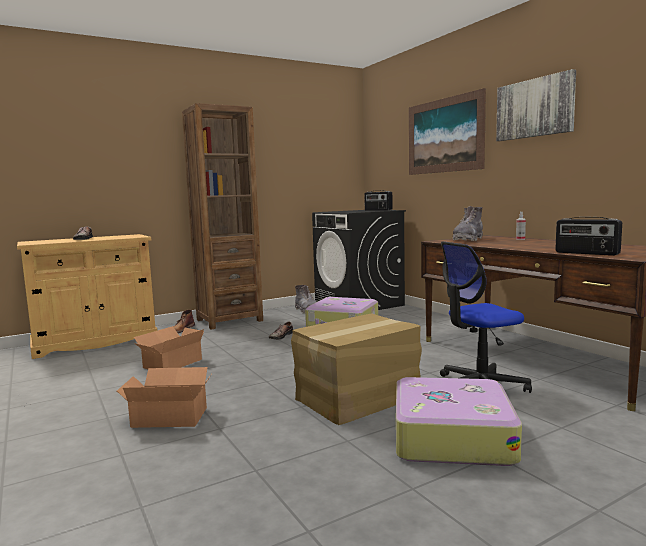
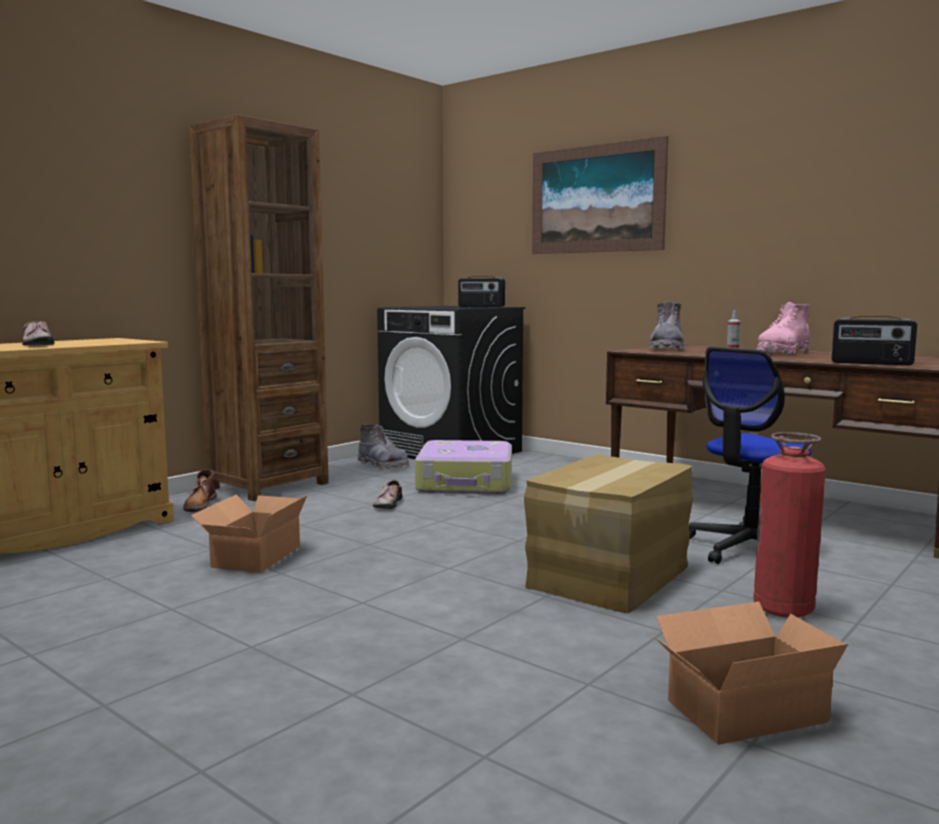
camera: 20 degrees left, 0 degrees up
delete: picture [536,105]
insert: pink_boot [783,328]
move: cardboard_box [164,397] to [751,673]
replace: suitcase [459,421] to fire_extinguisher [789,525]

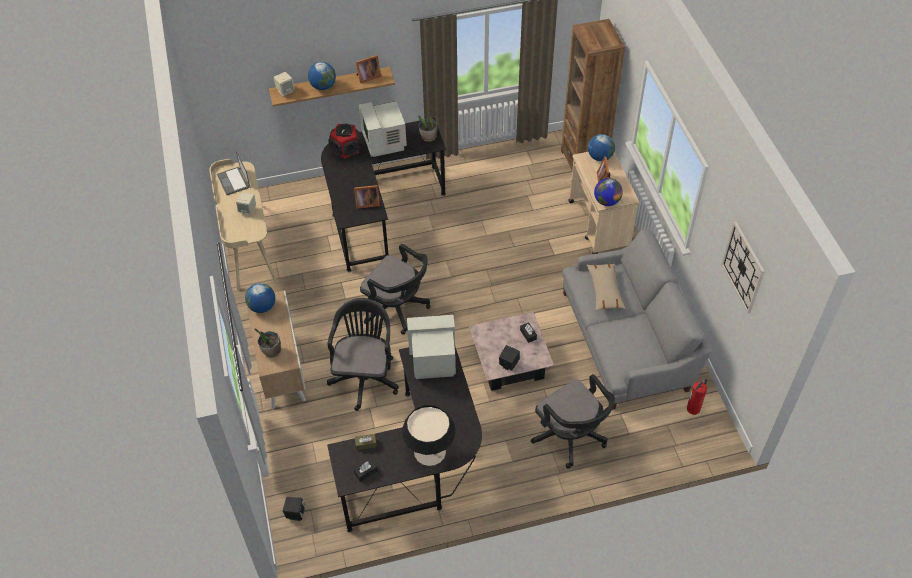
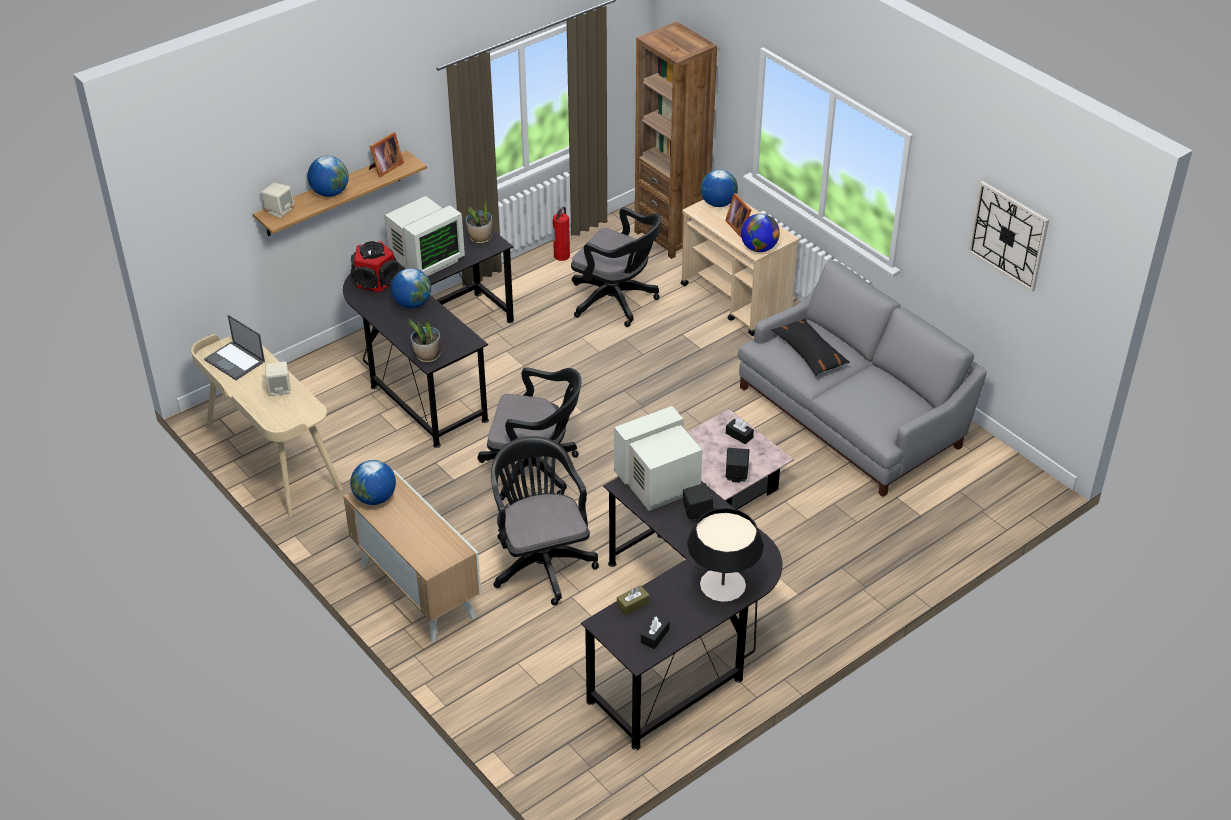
camera: 25 degrees left, 10 degrees down
delete: picture_frame [367,197]
insert: globe [411,288]
move: potted_plant [268,343] to [425,341]; fire_extinguisher [697,397] to [561,234]; black_office_chair [573,421] to [616,267]; black_speaker [294,509] to [698,502]
recolor: beige_pillow [606,287] to black_pillow [810,347]
rotate: monitor [383,129] = [424,236] 90 degrees counterclockwise

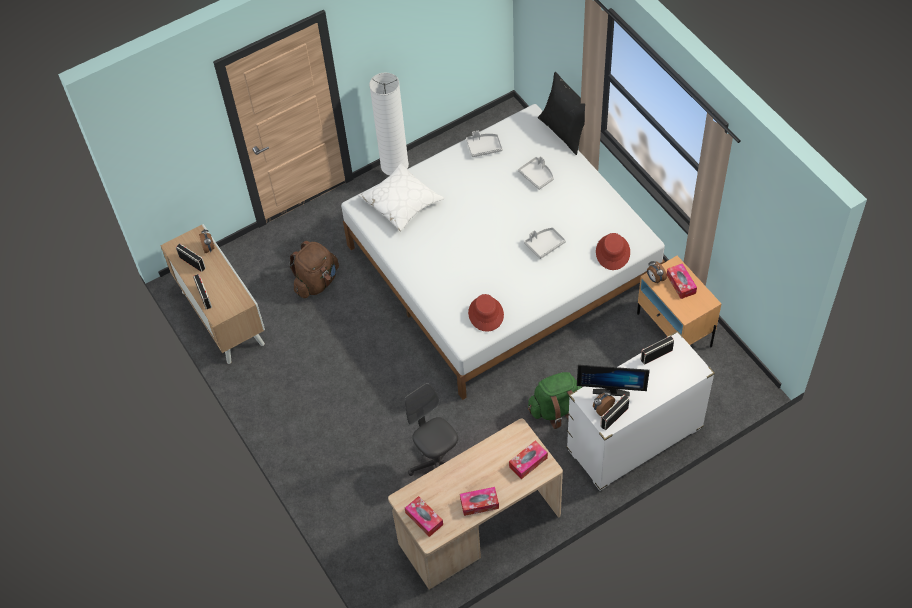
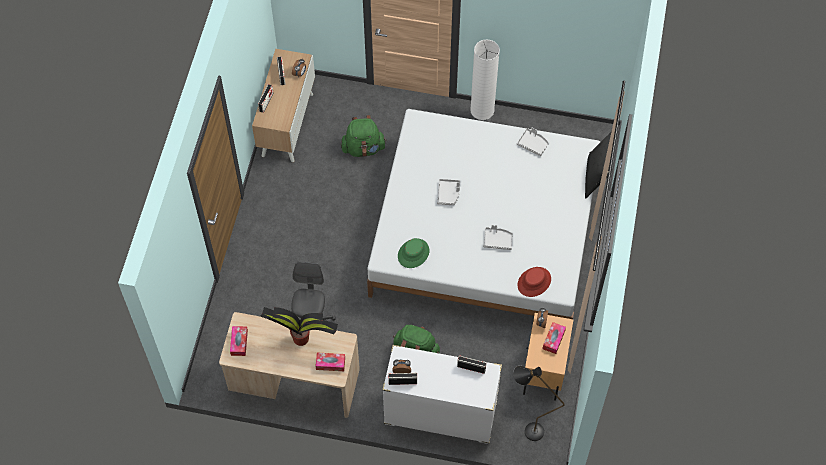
camera: 40 degrees right, 5 degrees up
delete: white_pillow [400,197]; tissue_box [479,501]; monitor [613,380]
insert: potted_plant [299,326]; black_floor_lamp [539,403]
move: grey_tray [536,173] to [448,192]
recolor: brown_backpack [314,269] to green_backpack [364,136]; red_hat [486,313] to green_hat [413,253]

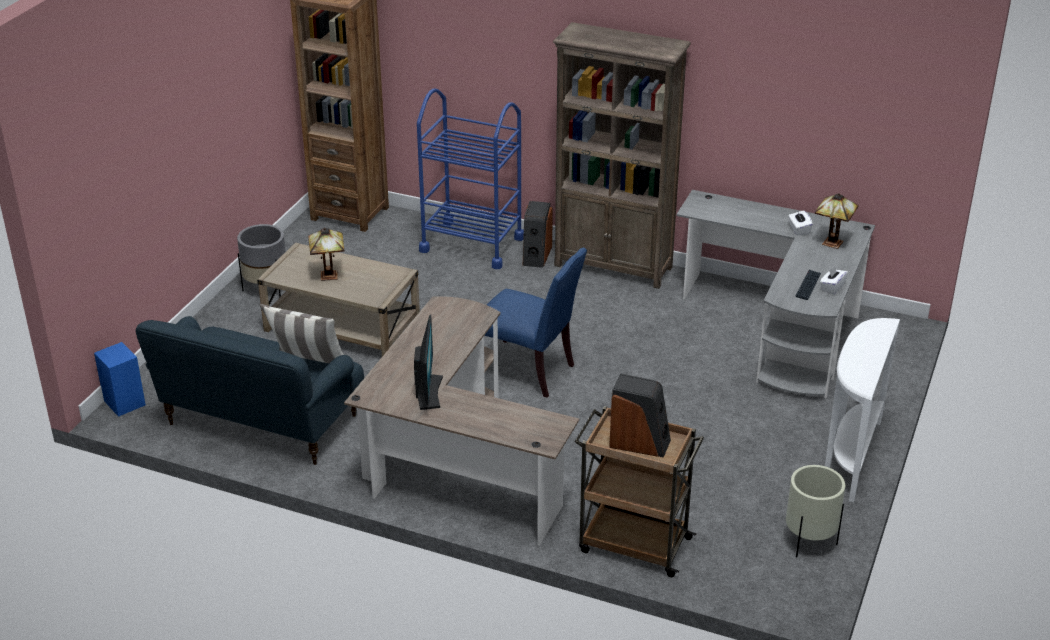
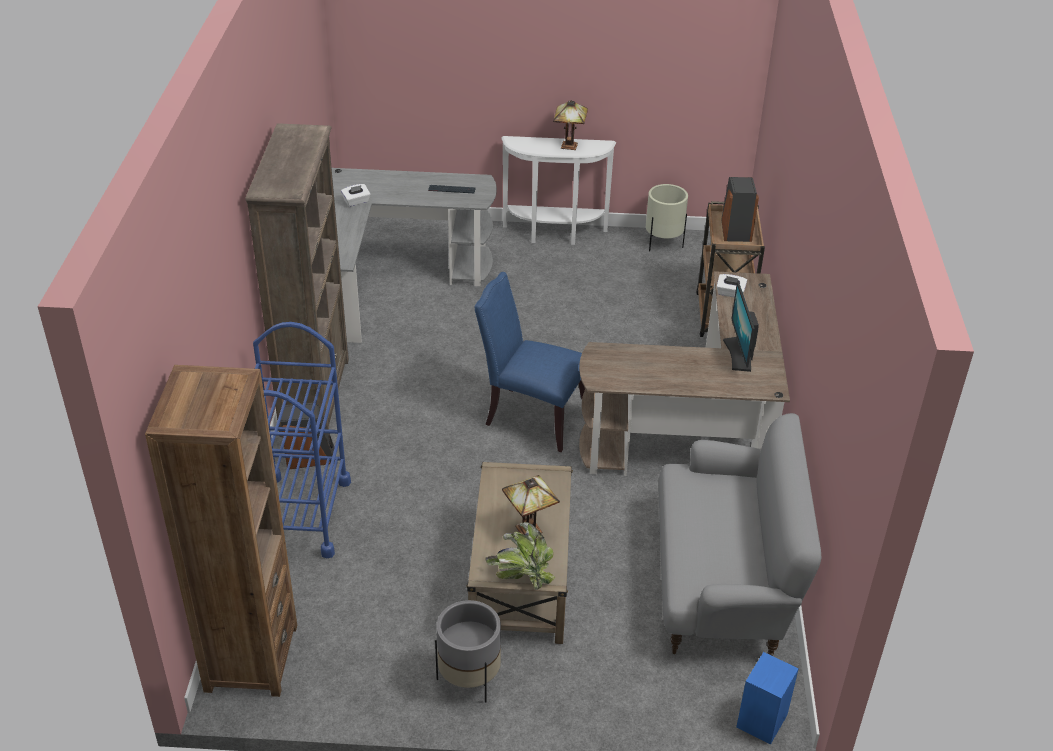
camera: 110 degrees left, 5 degrees up
delete: pillow [302,333]
insert: potted_plant [520,556]
move: table_lamp [836,221] to [570,125]; white_tissue_box [834,280] to [732,286]
recolor: blue_sofa [250,390] to grey_sofa [740,534]
rotate: blue_chair [535,322] = [530,362] 75 degrees counterclockwise; monitor [428,362] = [741,326] 75 degrees counterclockwise

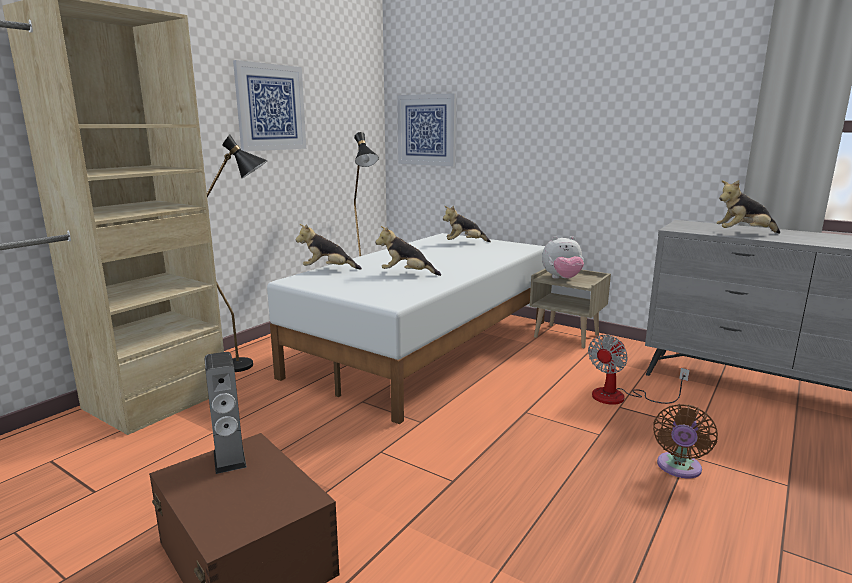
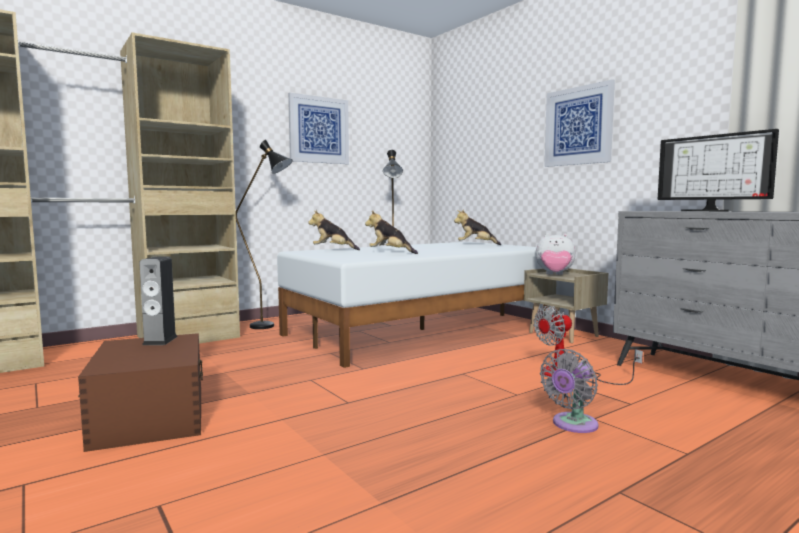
camera: 20 degrees right, 10 degrees down
move: picture [426,129] to [579,123]
replace: plush_toy [748,207] to monitor [718,170]
recolor: brown_fan [685,441] to grey_fan [569,391]

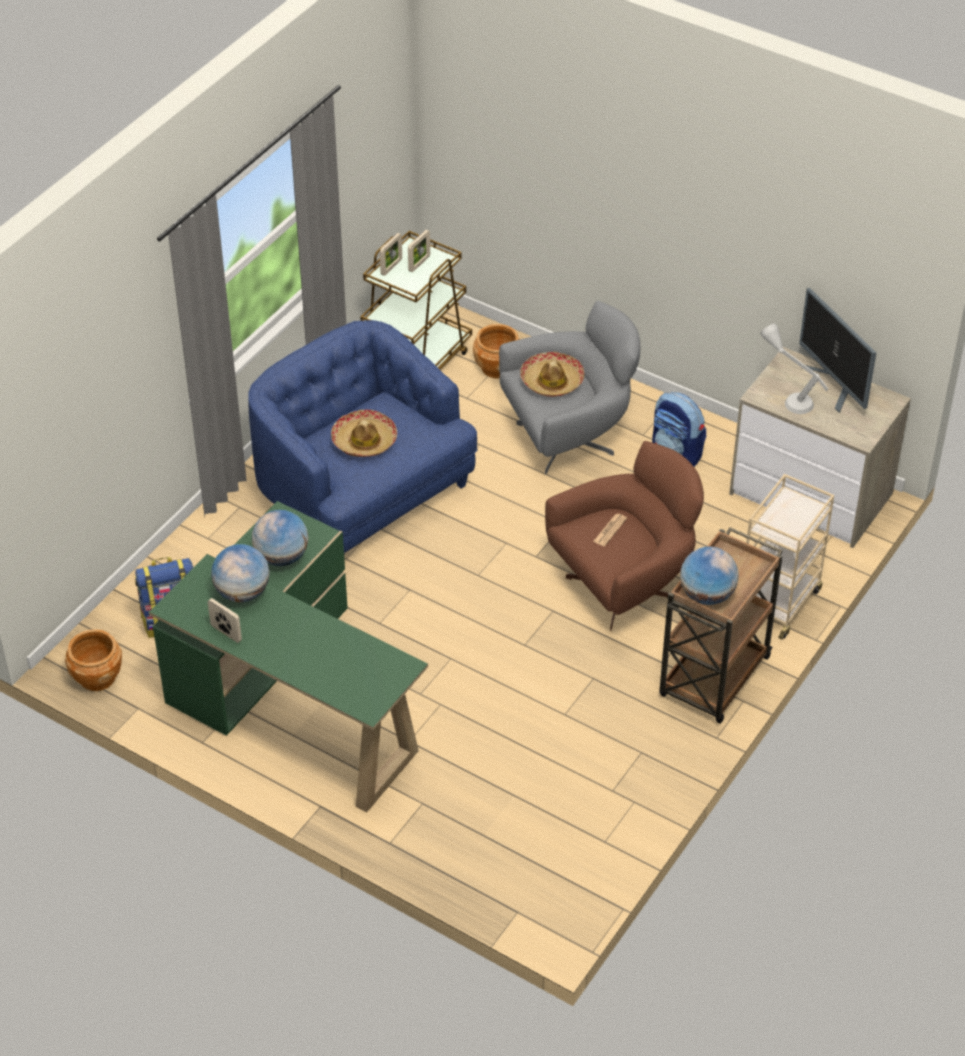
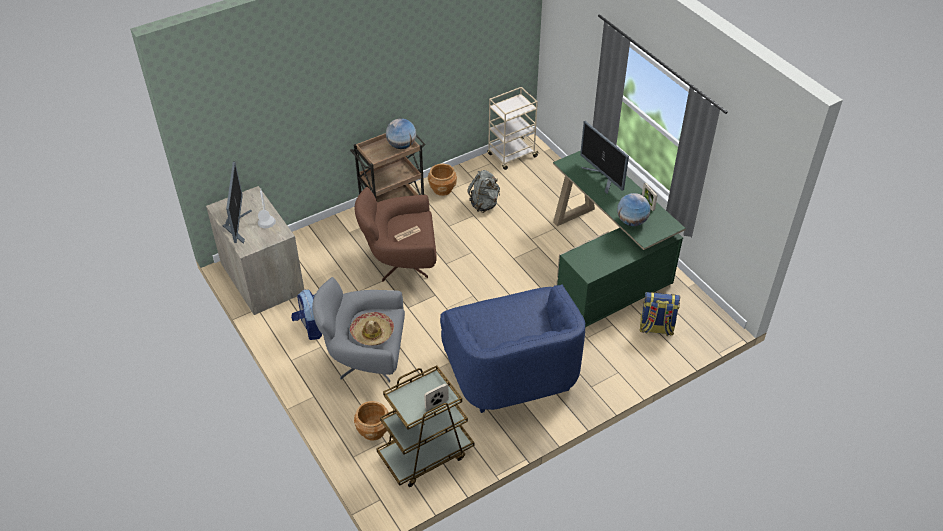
camera: 155 degrees left, 0 degrees up
delete: globe [280,538]; hat [364,433]; picture_frame [419,251]
insert: grey_backpack [483,191]; monitor [604,157]
move: brown_planter [93,660] to [442,180]; beige_cart [790,556] to [513,128]

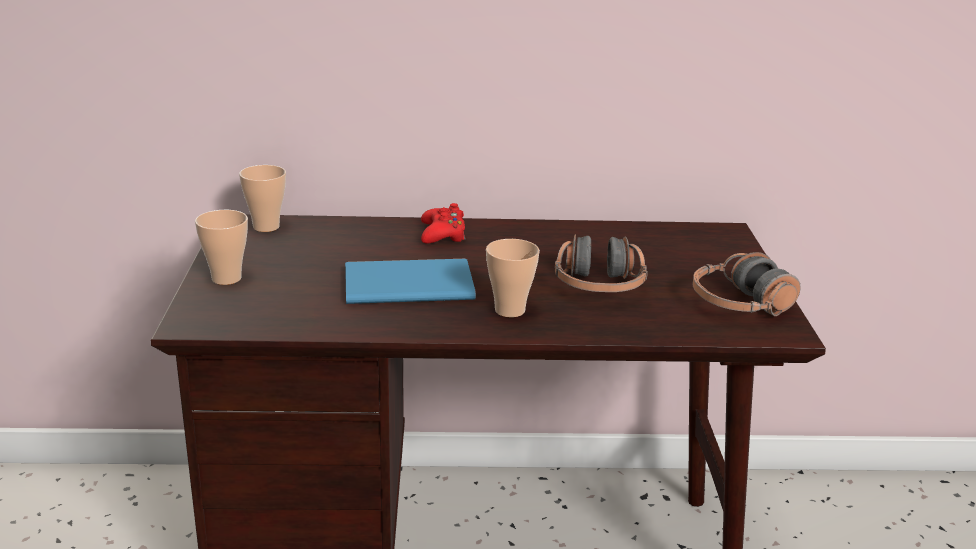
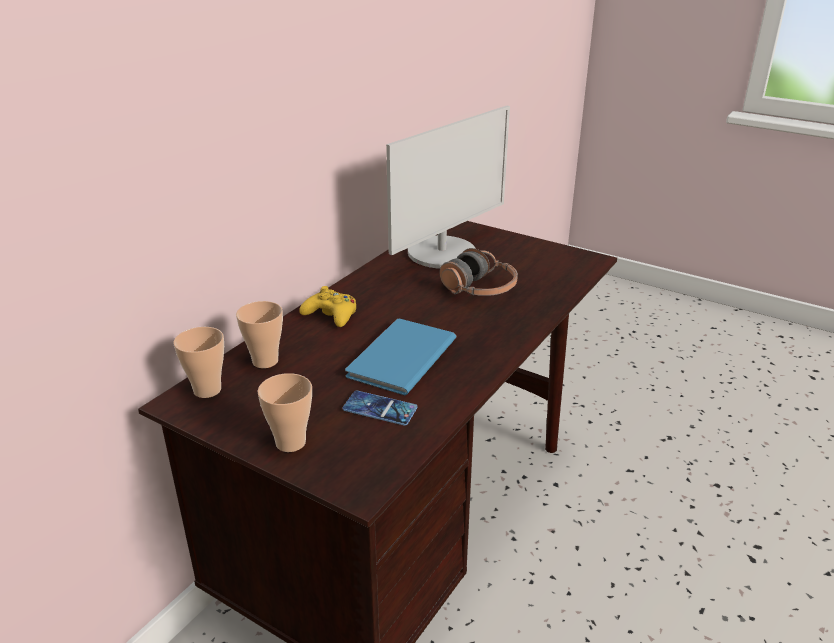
camera: 55 degrees left, 5 degrees up
delete: headphones [747,284]
insert: phone [380,408]; monitor [448,187]
move: cup [513,278] to [259,334]
recolor: red_game_controller [443,223] to yellow_game_controller [327,306]

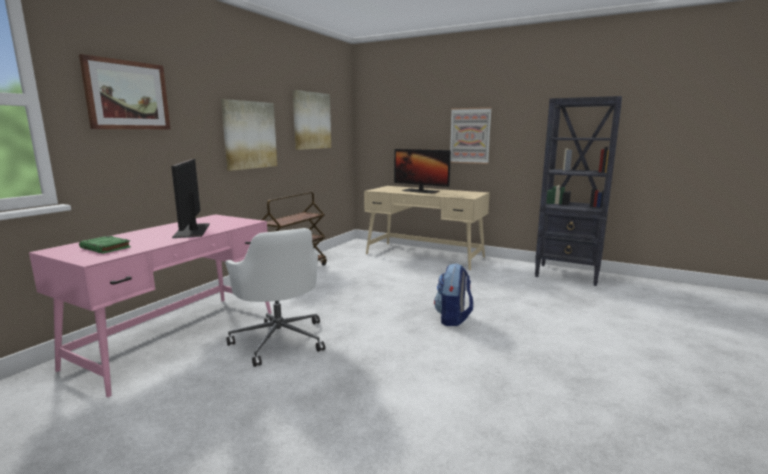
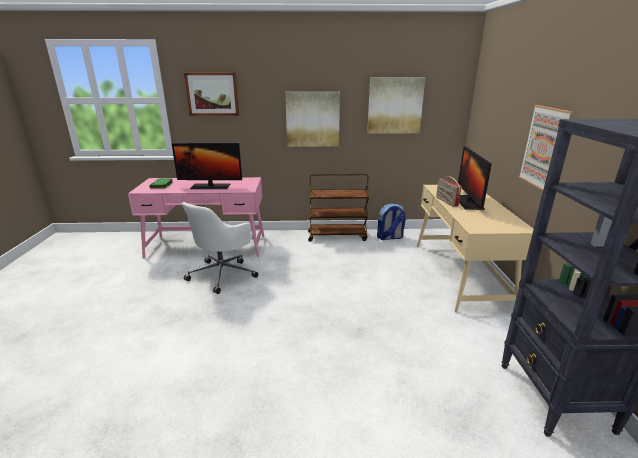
camera: 60 degrees right, 10 degrees up
insert: radio [448,191]
move: backpack [453,294] to [391,221]
rotate: monitor [190,198] = [207,166] 135 degrees counterclockwise

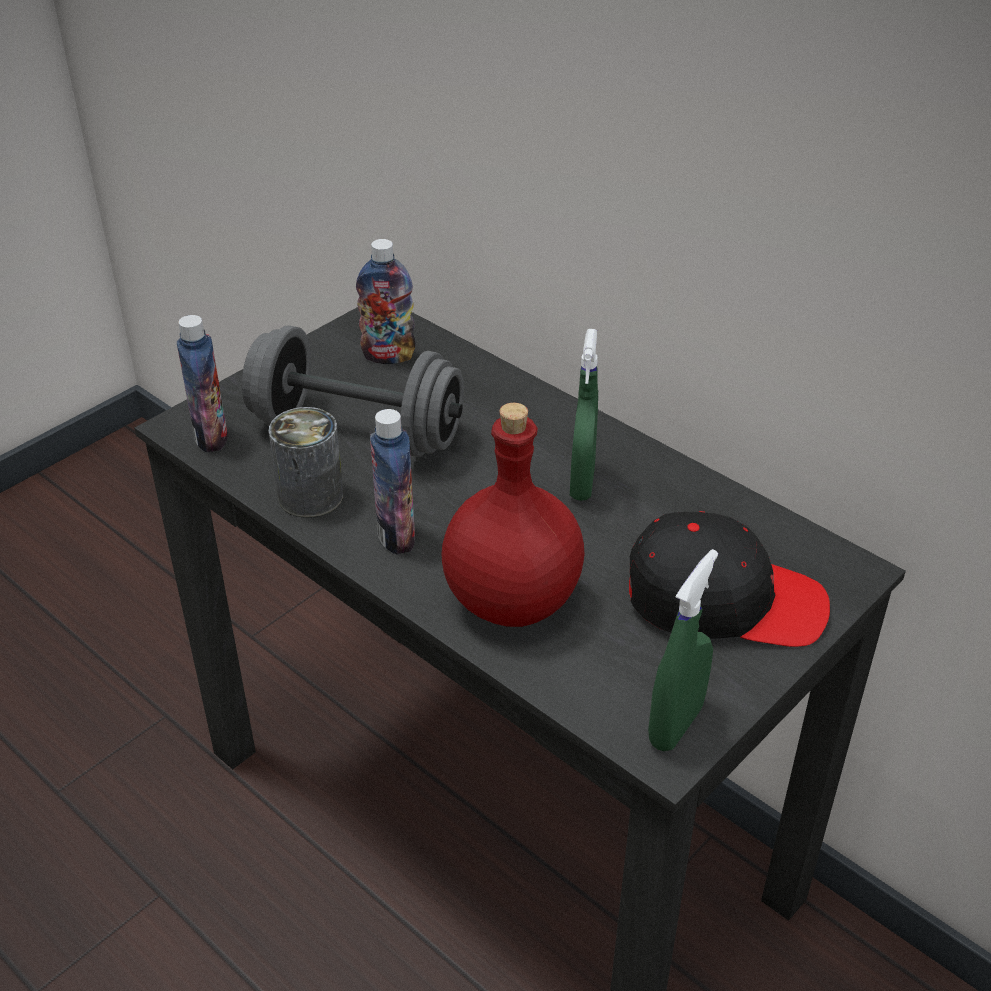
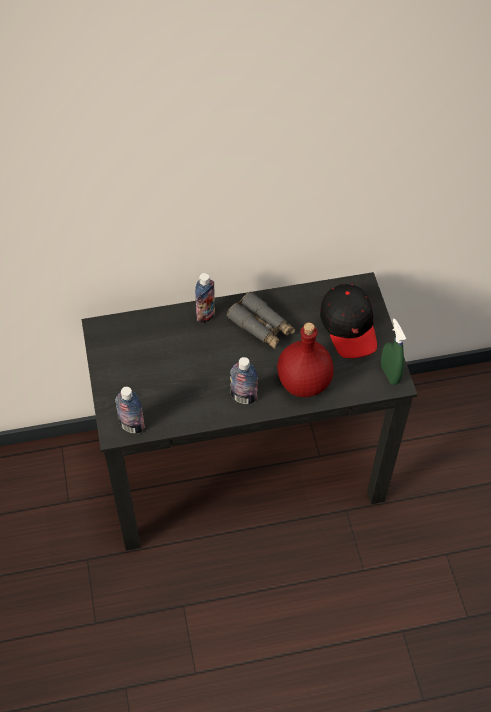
camera: 55 degrees left, 15 degrees up
delete: grey_dumbbell [353,391]; can [306,462]
move: bottle [386,301] to [205,298]
replace: green_spray_bottle [584,415] to grey_binoculars [261,320]
rotate: black_cap [729,579] = [348,321] 120 degrees clockwise

